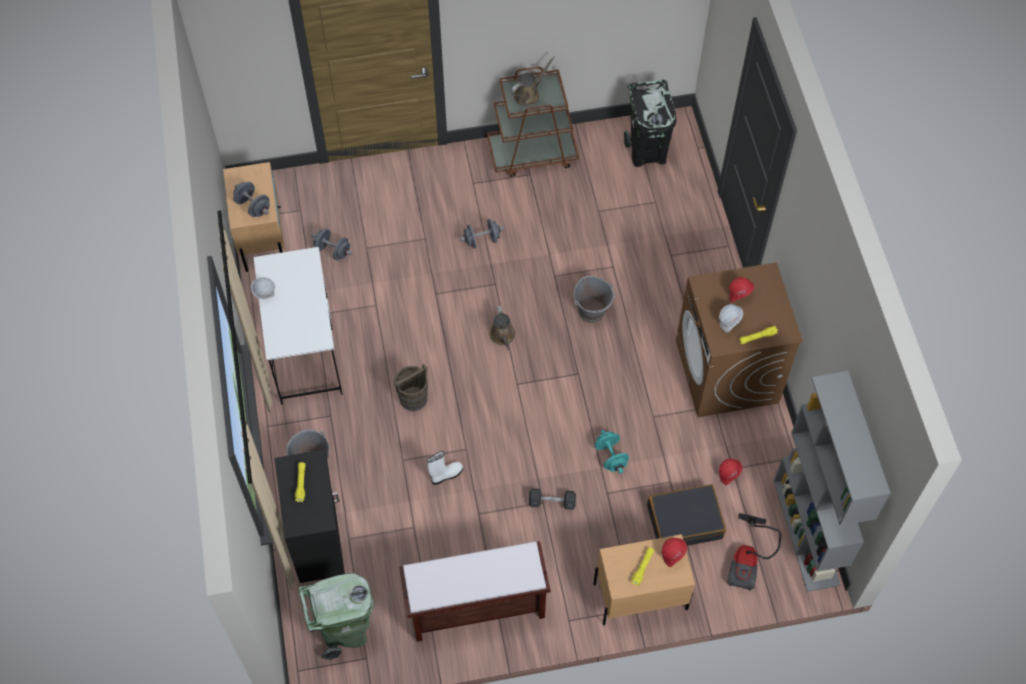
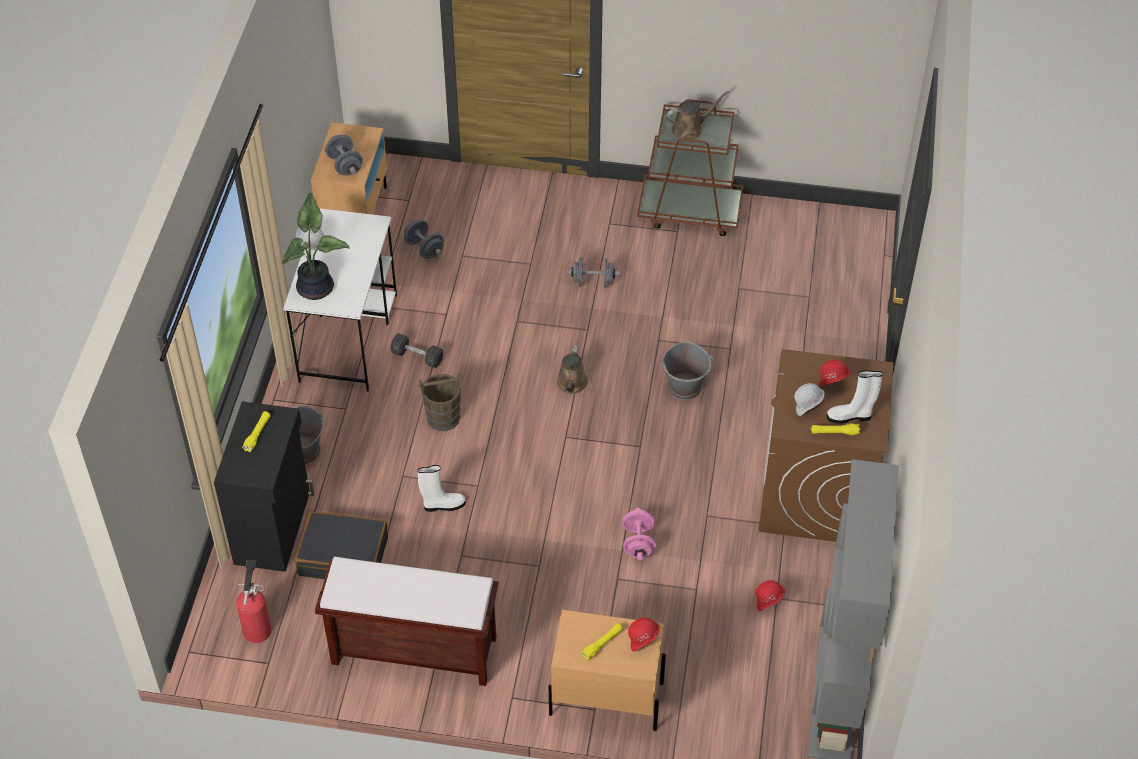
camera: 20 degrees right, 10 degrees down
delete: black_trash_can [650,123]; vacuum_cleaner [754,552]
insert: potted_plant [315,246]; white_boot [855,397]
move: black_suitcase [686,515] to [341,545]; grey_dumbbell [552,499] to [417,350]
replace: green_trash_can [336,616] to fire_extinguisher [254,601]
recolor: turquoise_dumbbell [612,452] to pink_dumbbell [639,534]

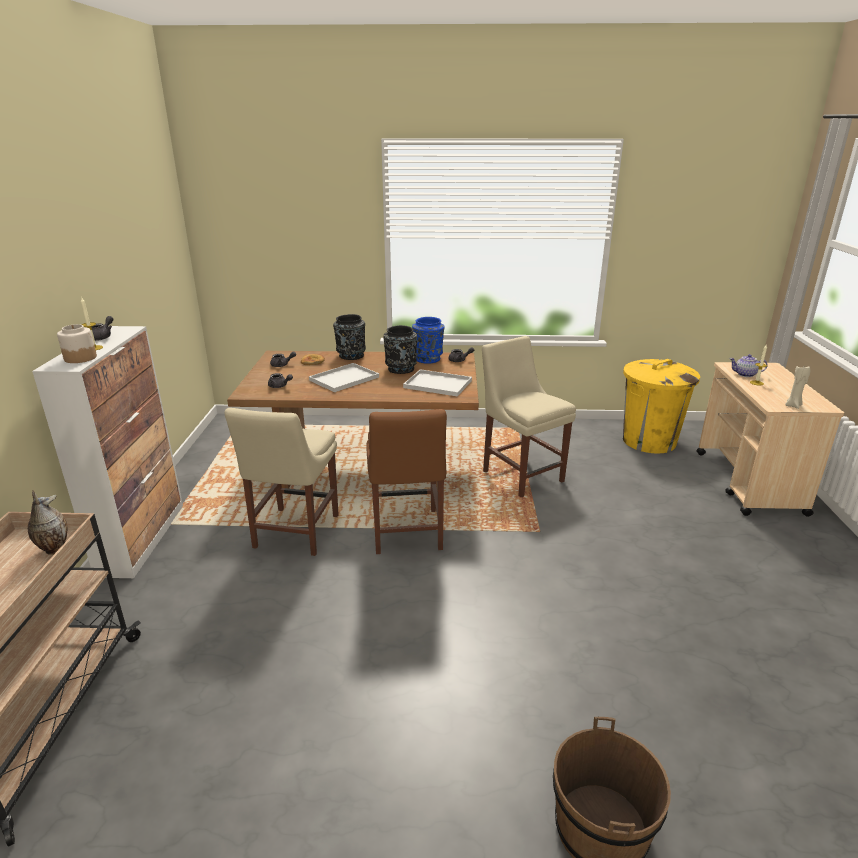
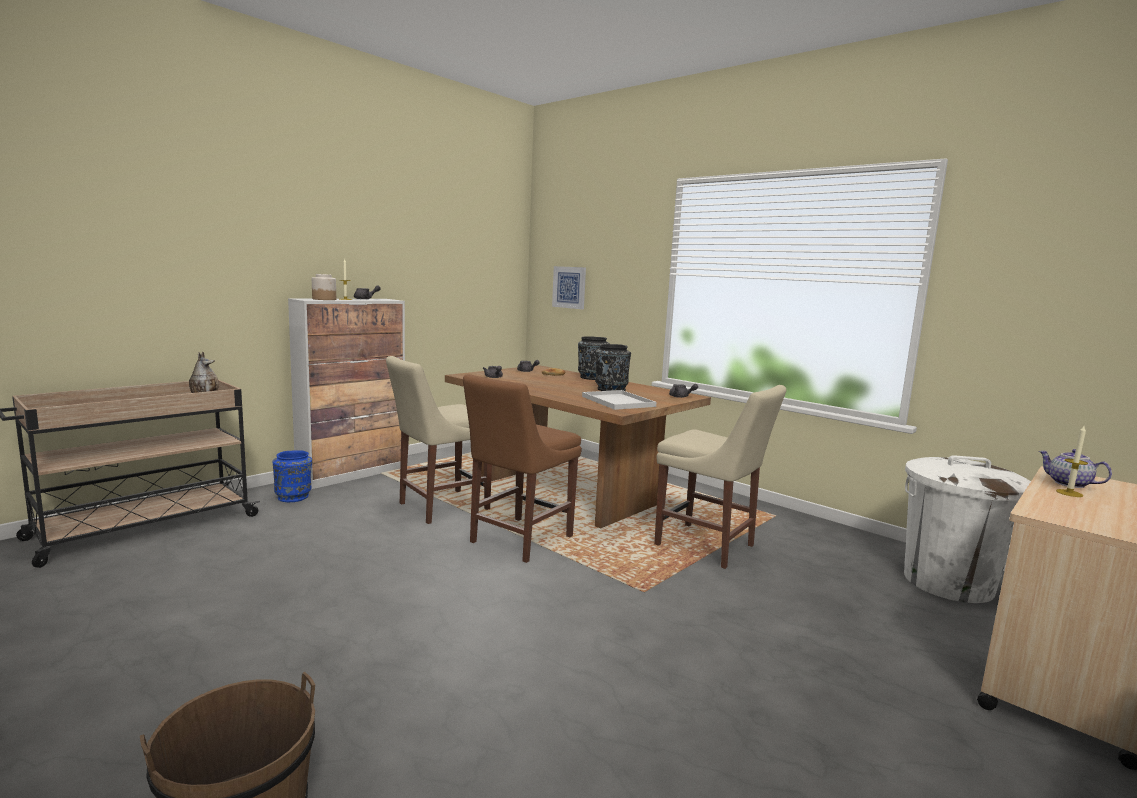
camera: 40 degrees right, 15 degrees down
delete: white_tray [344,377]; beige_candle [797,387]
insert: picture [569,287]
move: blue_vase [428,340] to [292,476]
recolor: yellow_trash_can [661,406] to white_trash_can [967,529]
rotate: beige_chair [529,416] = [720,477] 120 degrees clockwise

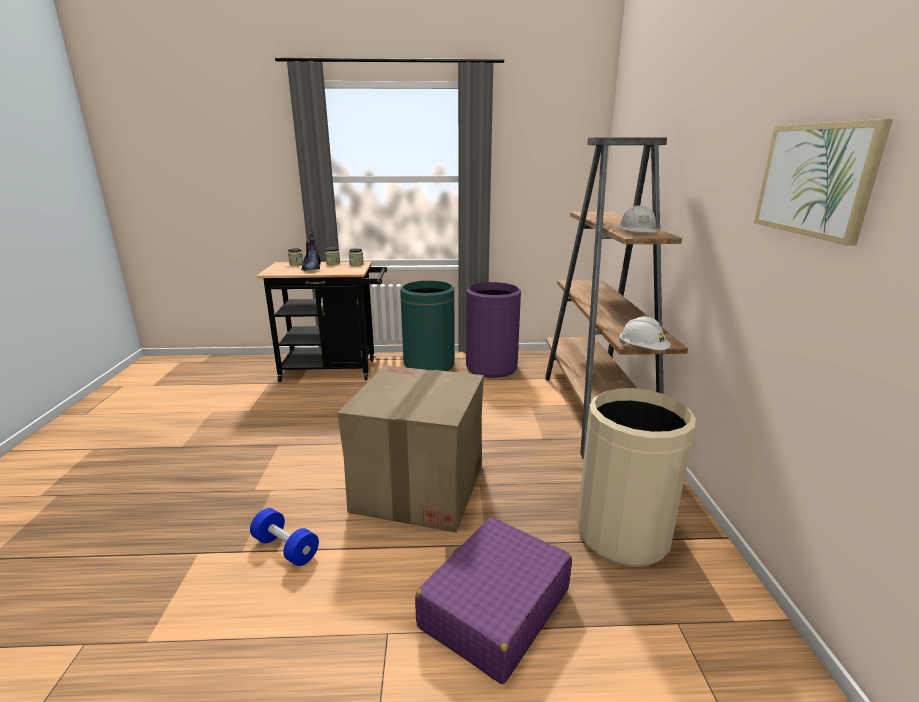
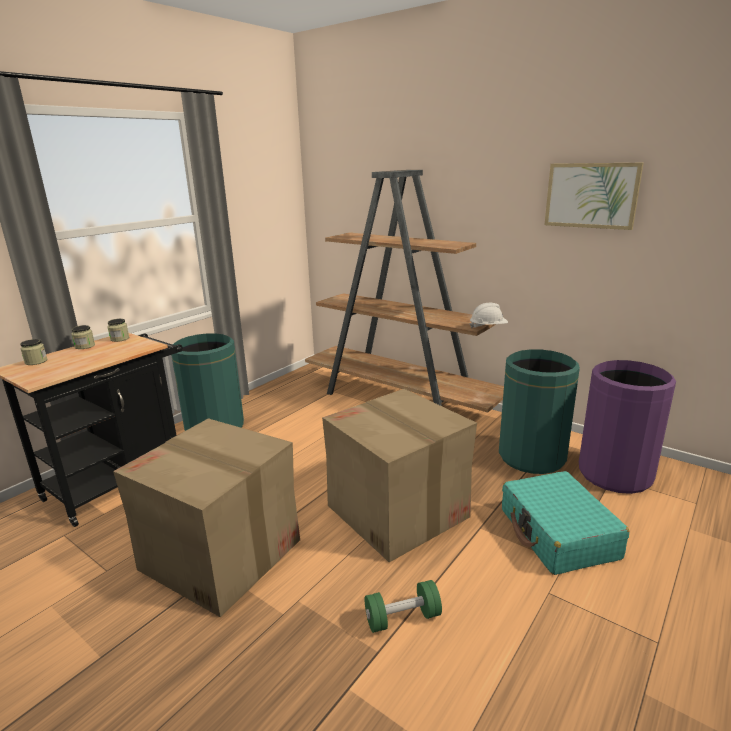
camera: 50 degrees left, 0 degrees up
delete: boot [310,251]; white_hard_hat [638,219]
insert: cardboard_box [206,517]
move: purple_trash_can [493,330] to [627,427]
recolor: blue_dumbbell [284,537] to green_dumbbell [403,606]; beige_trash_can [636,477] to green_trash_can [539,411]; purple_suitcase [493,600] to turquoise_suitcase [565,523]

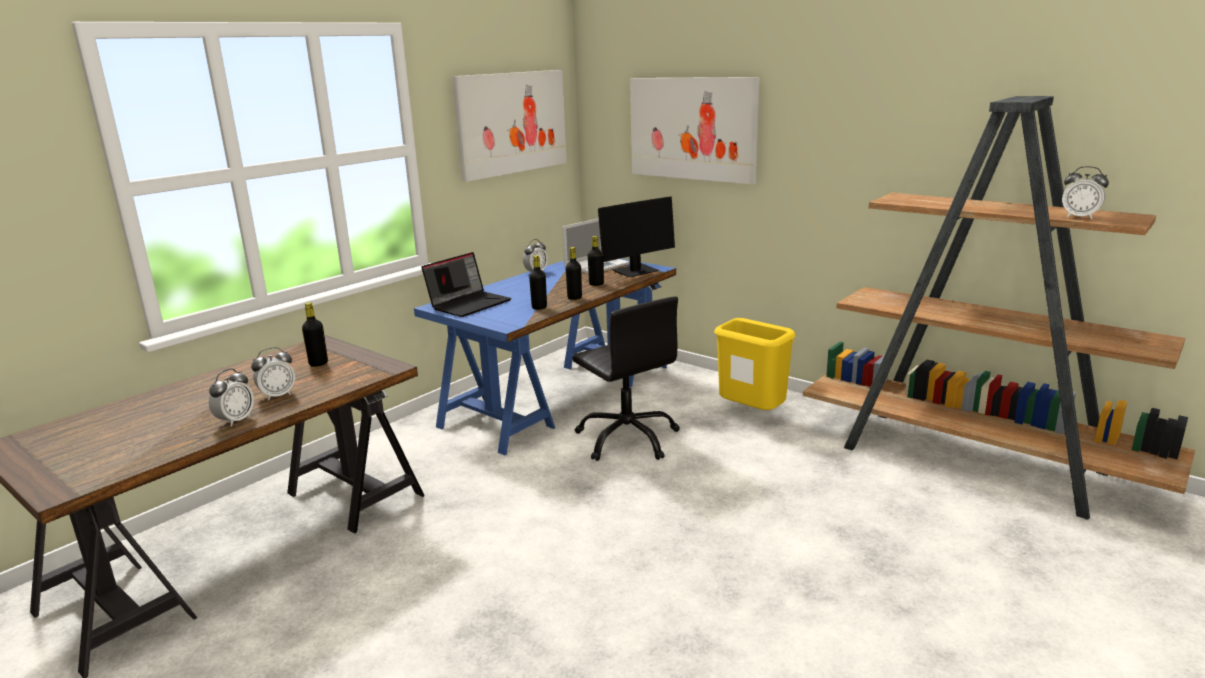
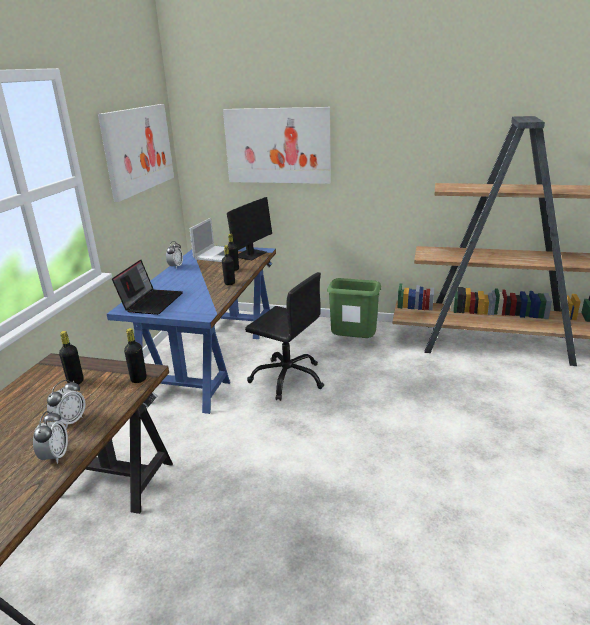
camera: 25 degrees left, 5 degrees up
delete: alarm_clock [1085,193]
move: black_bottle [538,282] to [135,355]
recolor: yellow_trash_can [755,364] to green_trash_can [354,308]

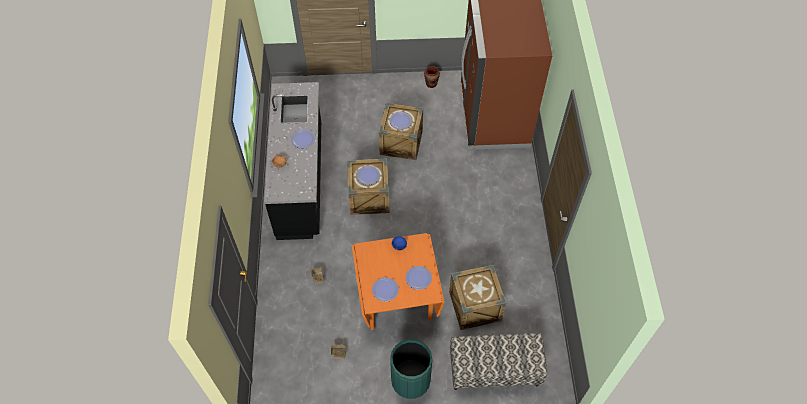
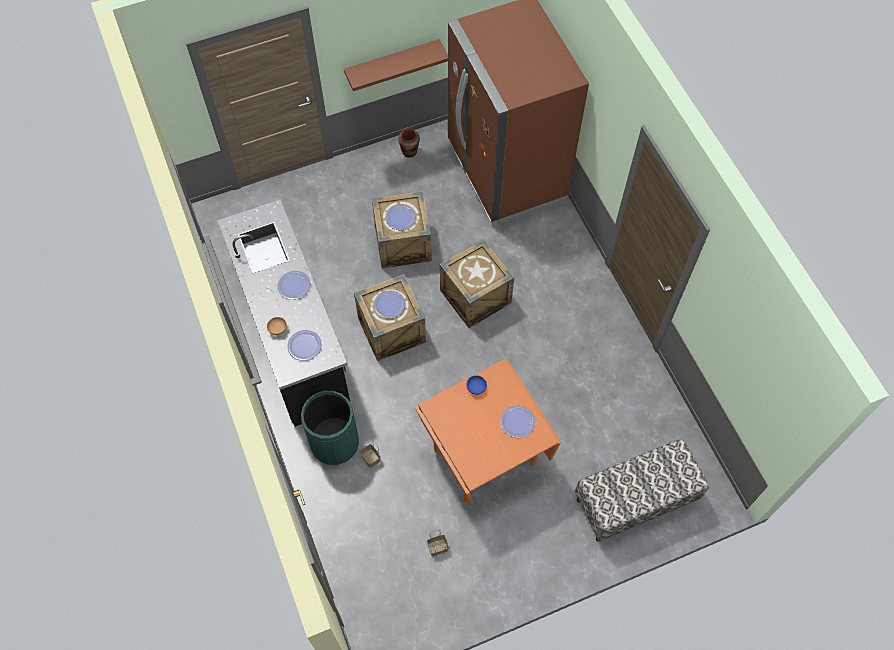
camera: 20 degrees left, 5 degrees up
insert: brown_shelf [396,65]
move: plate [385,289] to [304,345]; green_trash_can [411,369] to [330,428]; crate [477,297] to [477,283]

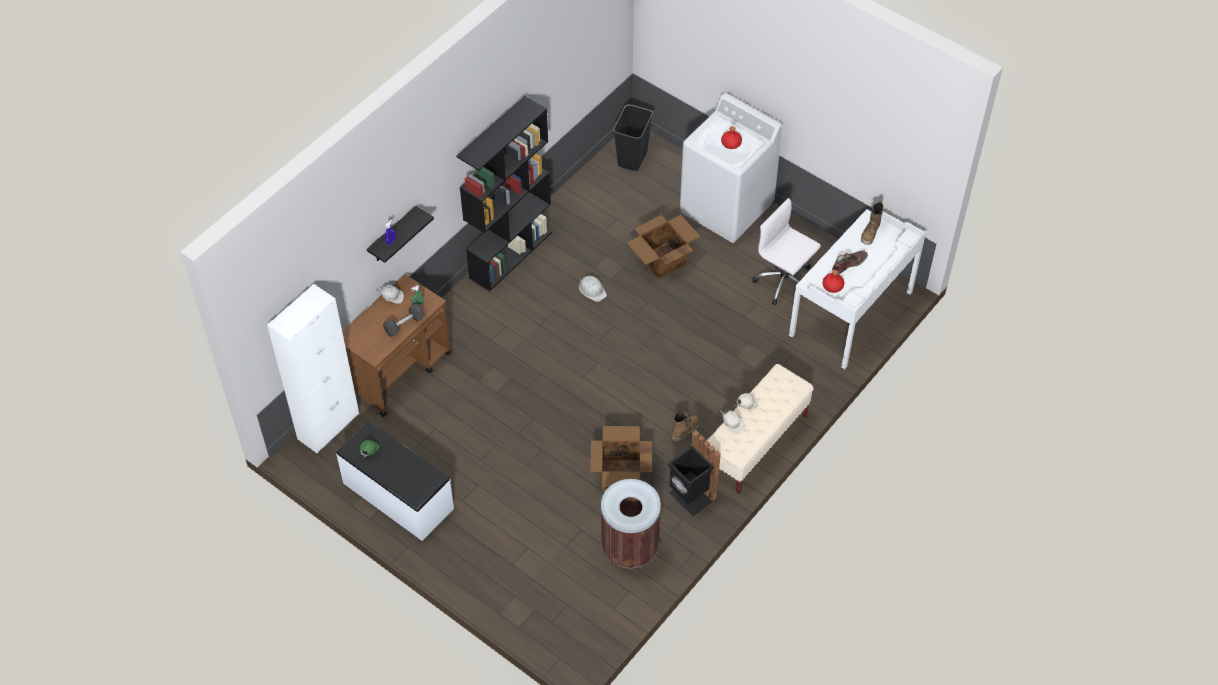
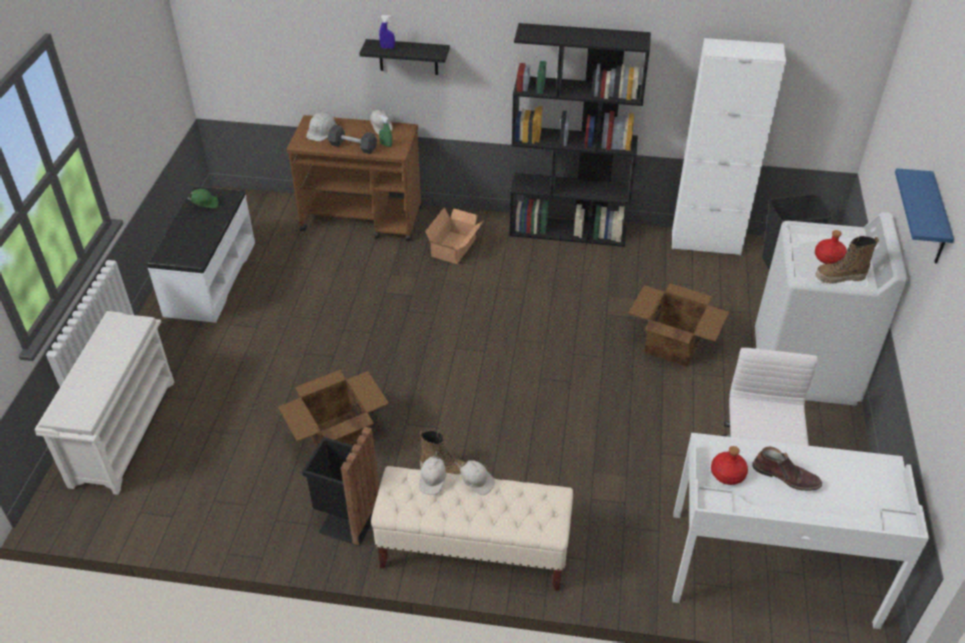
camera: 60 degrees right, 10 degrees down
delete: brown_trash_can [631,523]
insert: white_shoe_rack [104,403]; cardboard_box [454,235]; blue_shelf [924,216]
move: white_hard_hat [593,289] to [321,126]; white_cabinet [313,368] to [729,147]; boot [872,223] to [847,260]

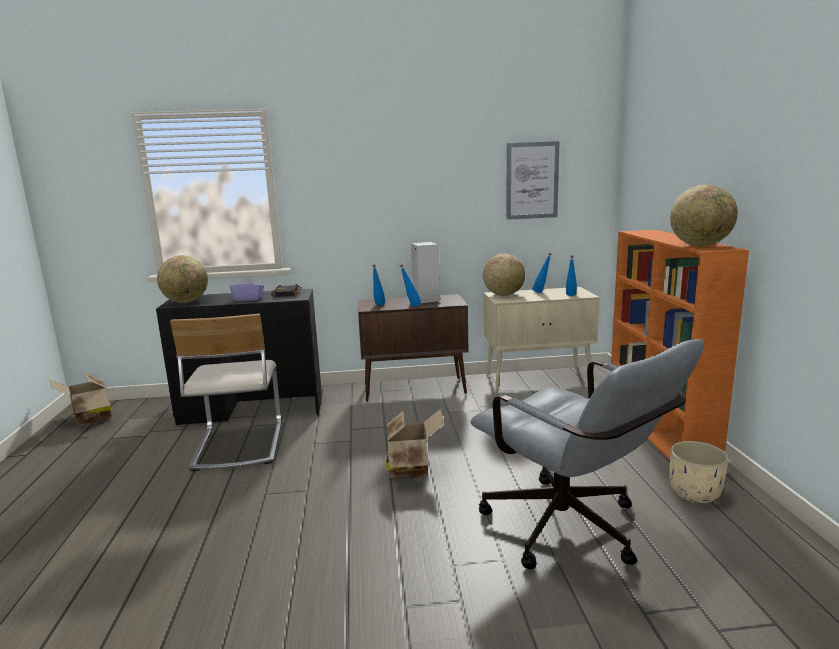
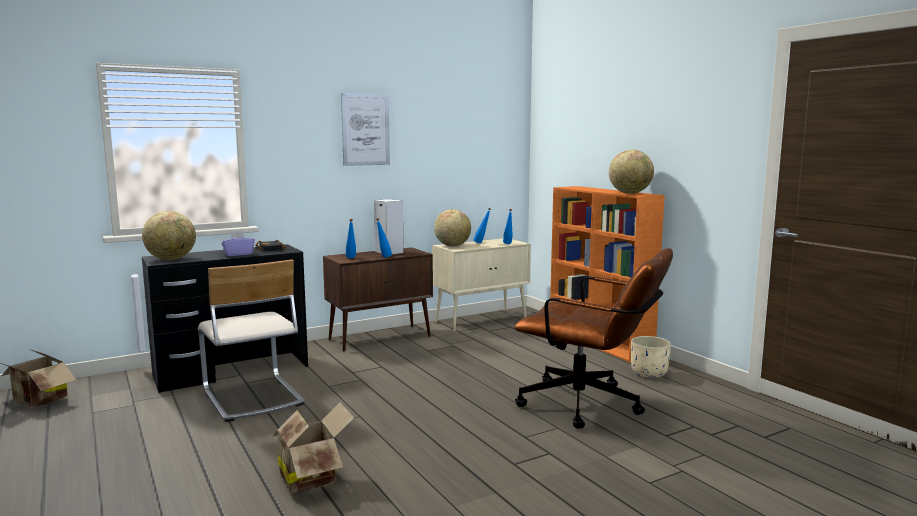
camera: 25 degrees left, 5 degrees down
move: cardboard_box [415,443] to [313,447]; picture [533,180] to [365,129]
recolor: grey_office_chair [587,454] to brown_office_chair [594,338]

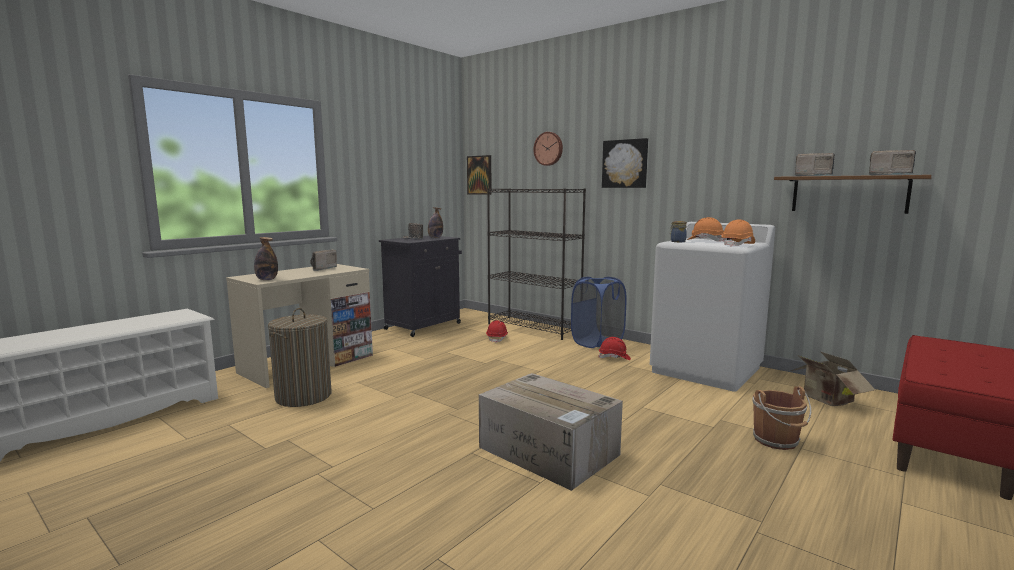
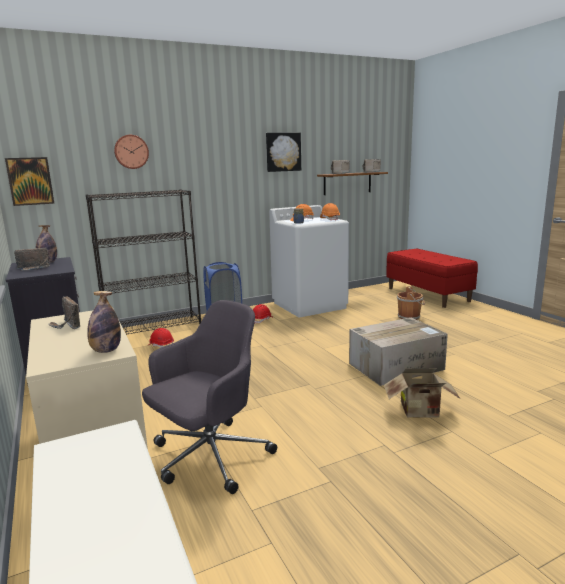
camera: 65 degrees left, 5 degrees up
move: picture [625,163] to [283,152]; cardboard_box [833,378] to [422,392]
replace: laundry_basket [300,357] to grey_office_chair [209,397]

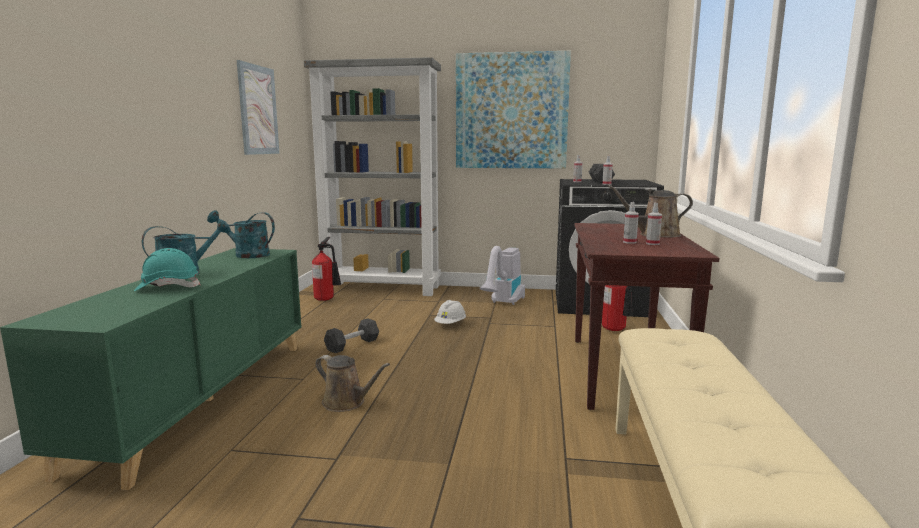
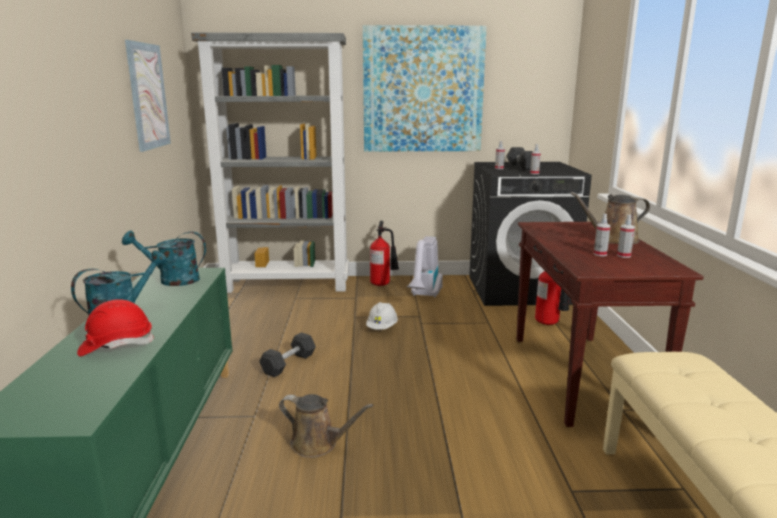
camera: 10 degrees left, 5 degrees up
move: fire_extinguisher [326,269] to [384,253]
recolor: turquoise_hard_hat [167,269] to red_hard_hat [116,327]

